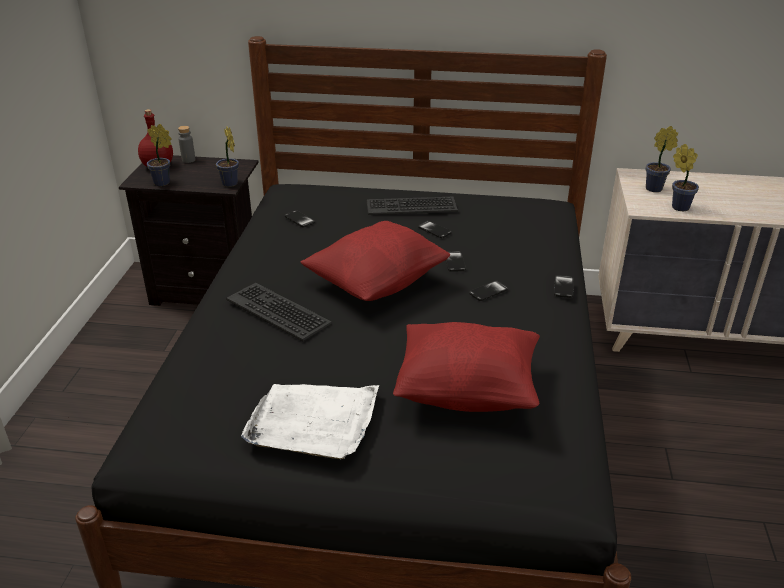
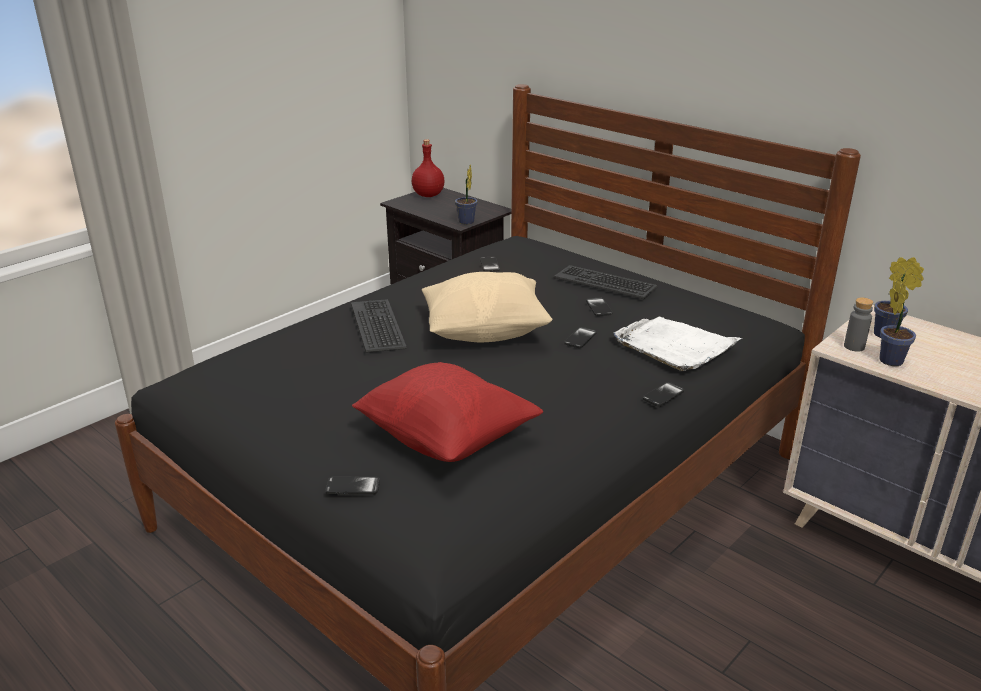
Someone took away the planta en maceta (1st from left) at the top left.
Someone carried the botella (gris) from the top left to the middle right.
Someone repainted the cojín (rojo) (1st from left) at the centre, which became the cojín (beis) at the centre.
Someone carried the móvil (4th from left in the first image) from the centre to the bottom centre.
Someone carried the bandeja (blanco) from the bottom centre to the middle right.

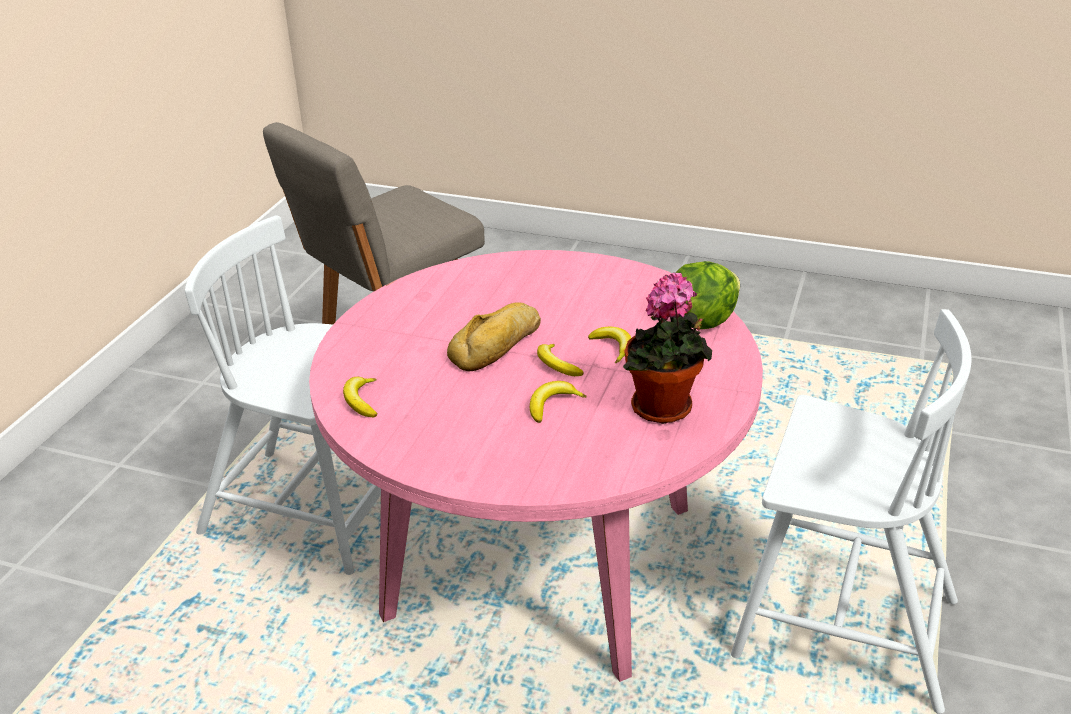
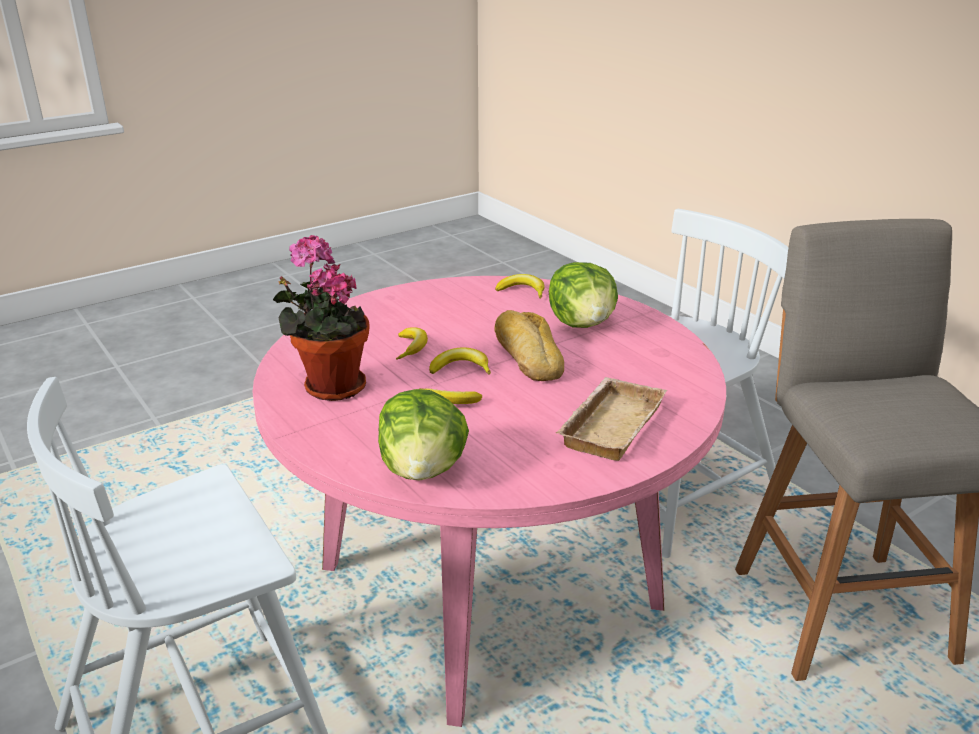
Someone put down the lechuga (2nd from left) at the centre.
Someone put down the bandeja (beis) at the centre.

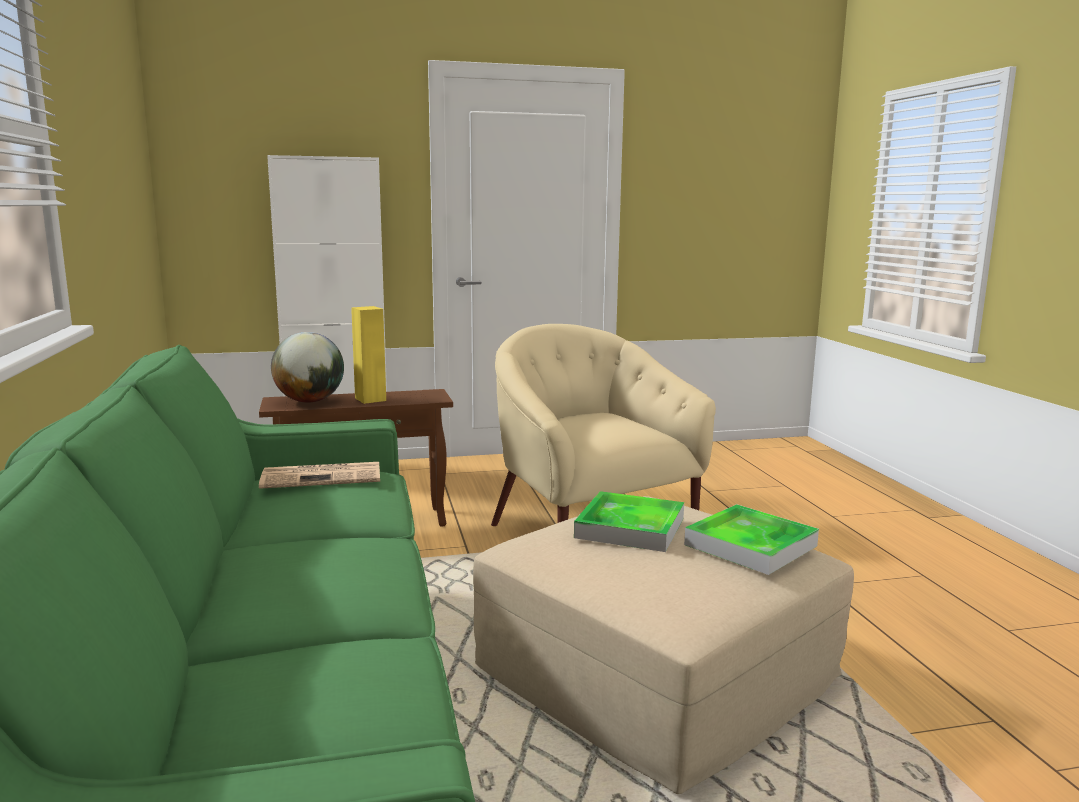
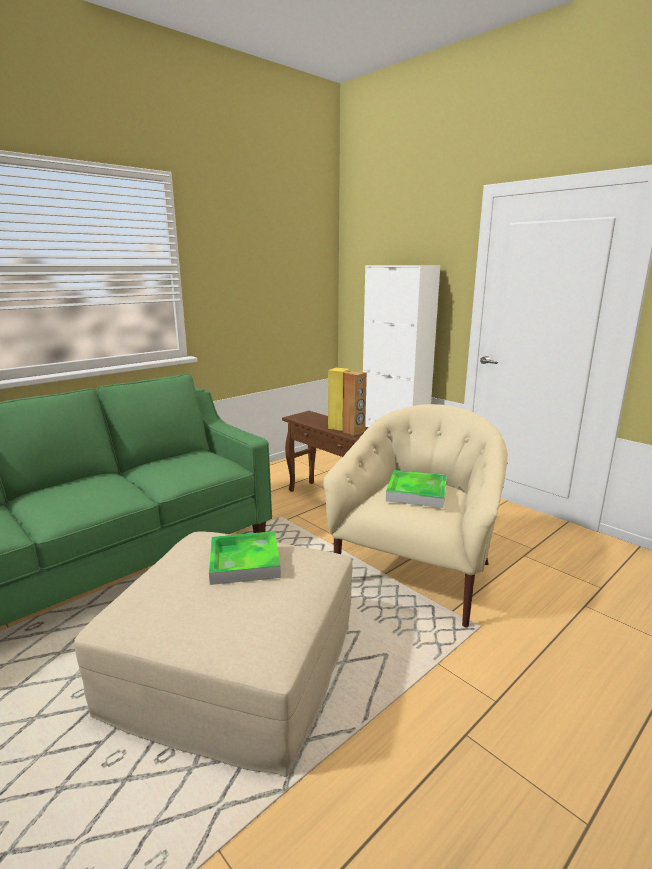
Someone took away the globo terráqueo at the middle left.
Someone took away the periódico at the middle left.
Someone carried the bandeja (2nd from left) from the bottom right to the centre.
Someone put down the altavoz (marrón) at the centre.

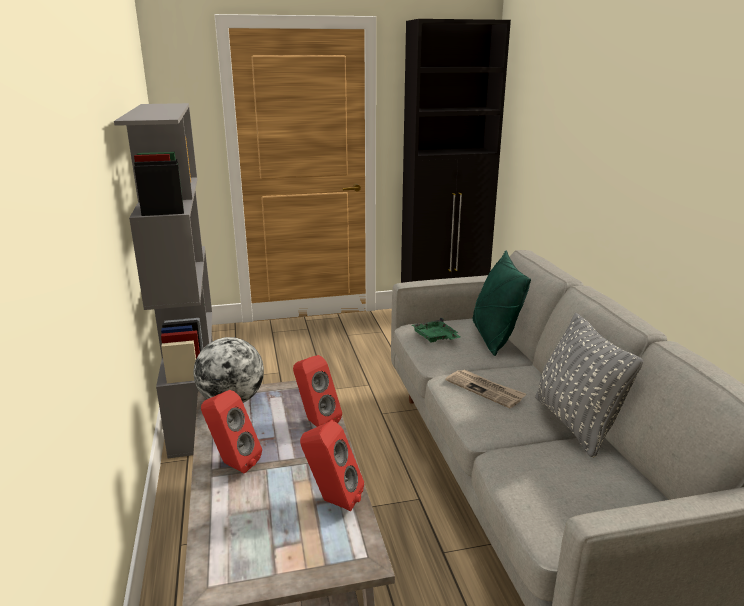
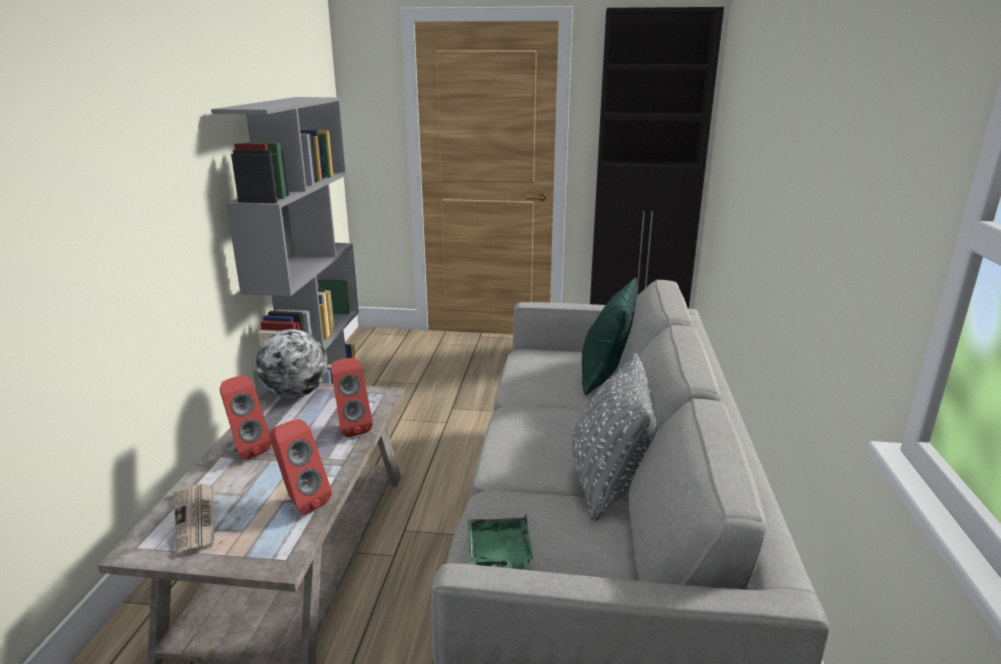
Someone carried the bandeja (verde) from the centre to the bottom centre.
Someone carried the periódico from the centre to the bottom left.

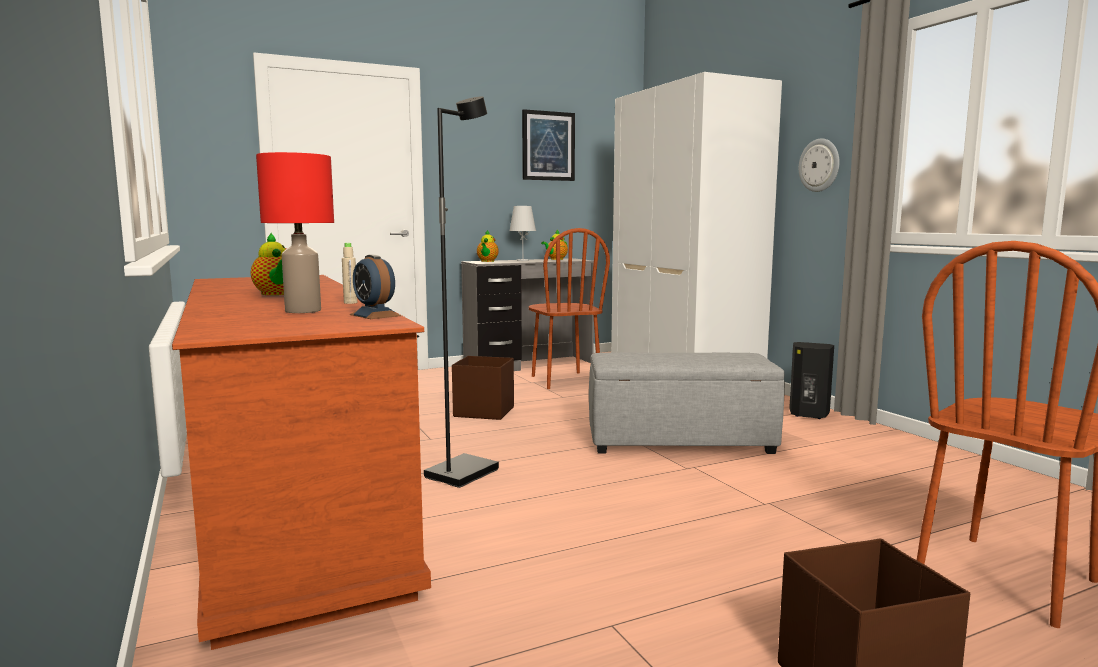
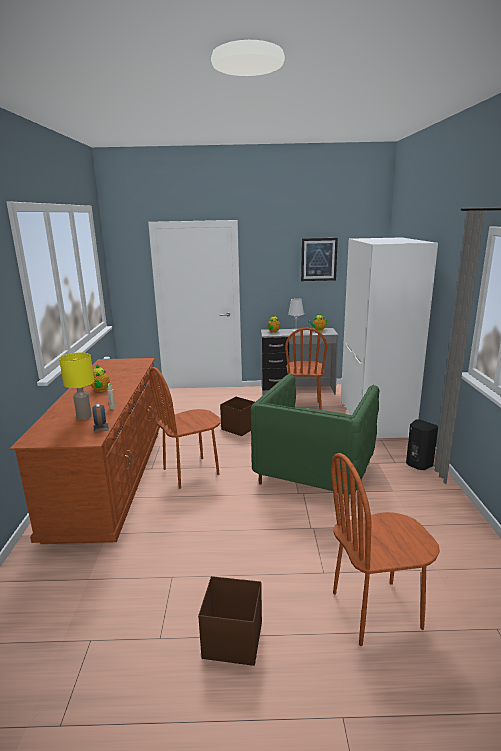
Someone swapped the lámpara de pie (negro) at the centre for the silla (marrón) (1st from left) at the centre.
Someone took away the reloj de pared at the top right.
Someone repainted the lámpara de mesa (rojo) at the middle left, which became the lámpara de mesa (amarillo) at the middle left.
Someone swapped the puf (gris) at the centre for the sillón (verde) at the centre.

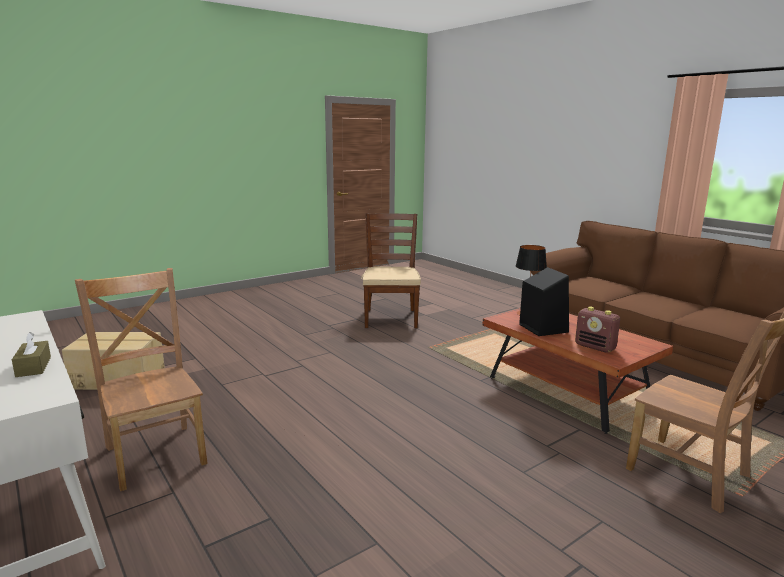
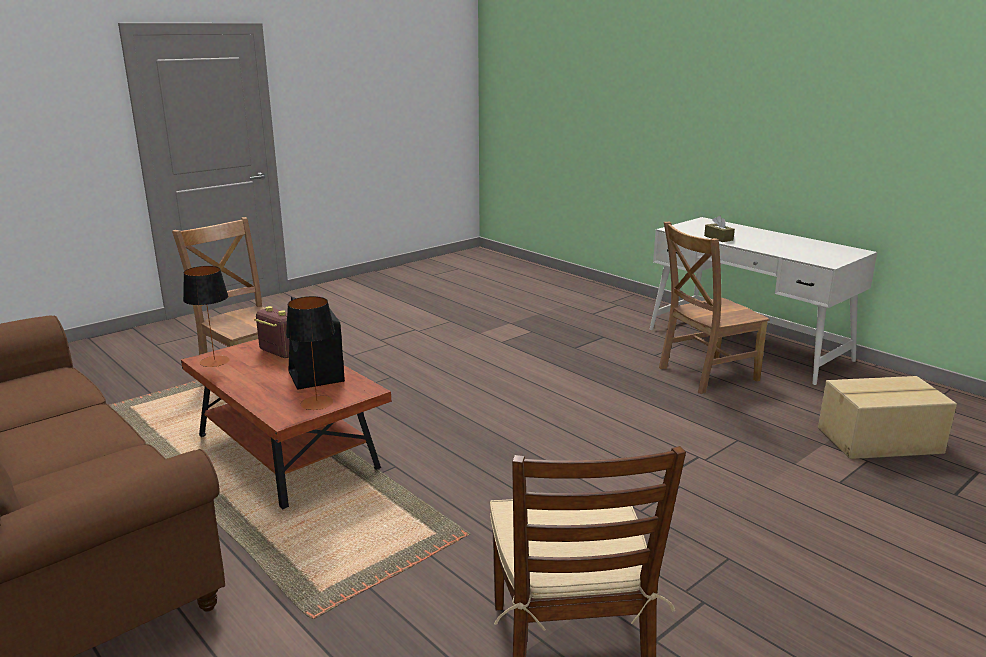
Someone rotated the silla (marrón) (1st from left in the first image) at the middle left by 105 degrees clockwise.
Someone put down the lámpara de mesa (1st from left) at the middle left.

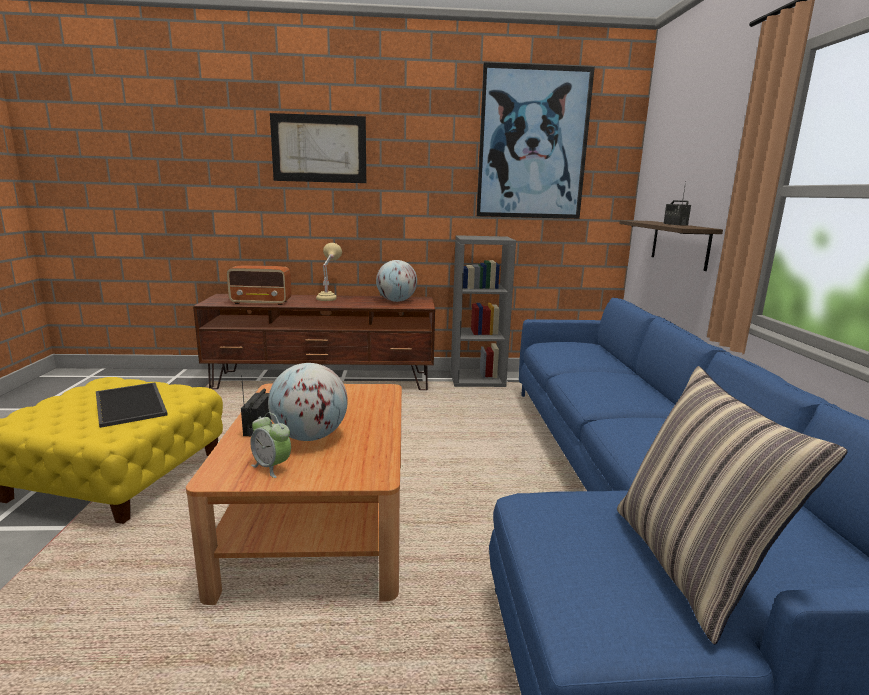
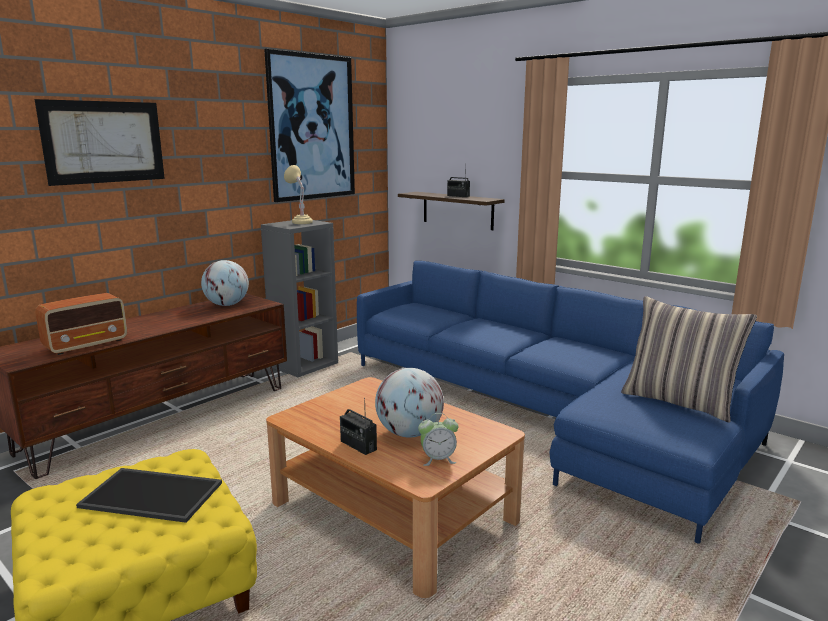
Someone carried the lámpara de mesa (beis) from the centre to the top centre.

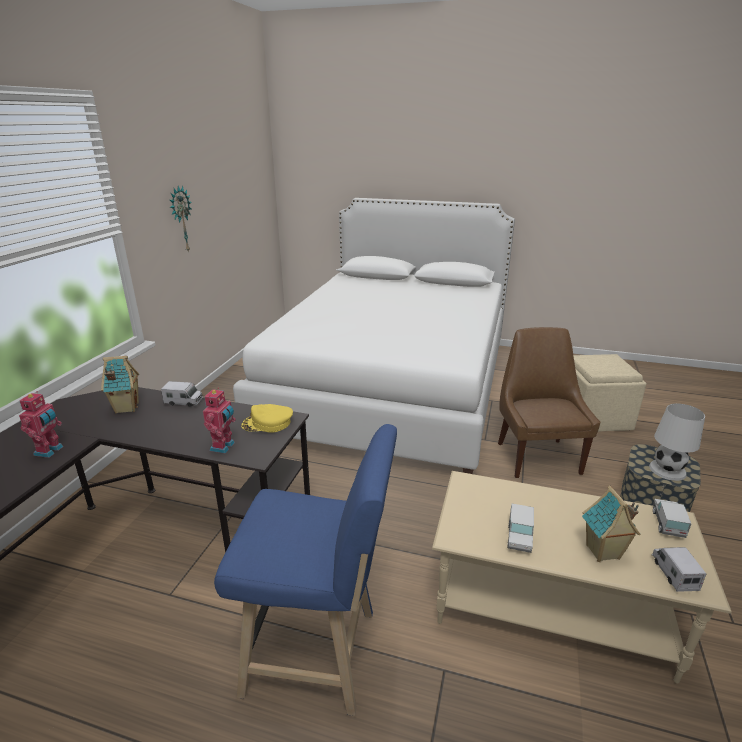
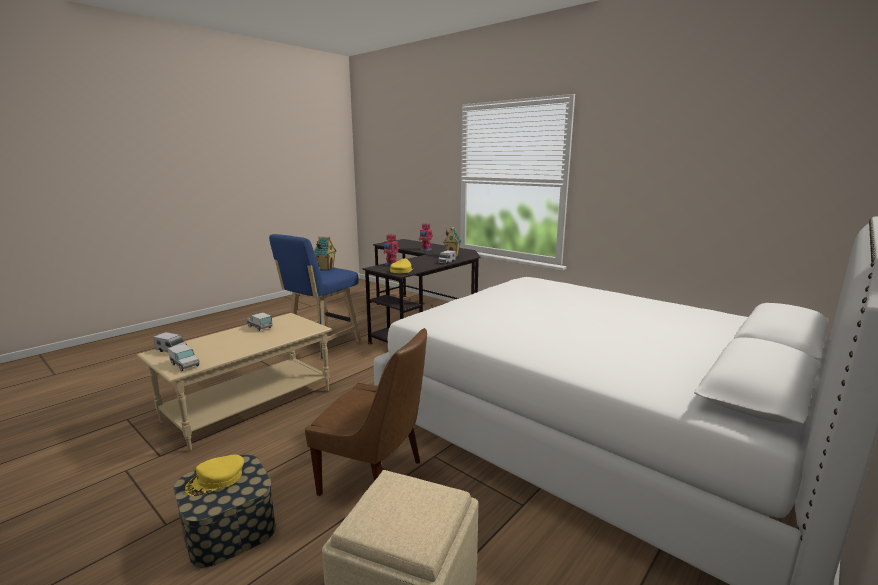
Someone took away the reloj de pared at the top left.
Someone swapped the lámpara de mesa (blanco) at the middle right for the gorra (amarillo) (1st from left) at the bottom left.
Someone carried the casita (2nd from left in the first image) from the bottom right to the centre.

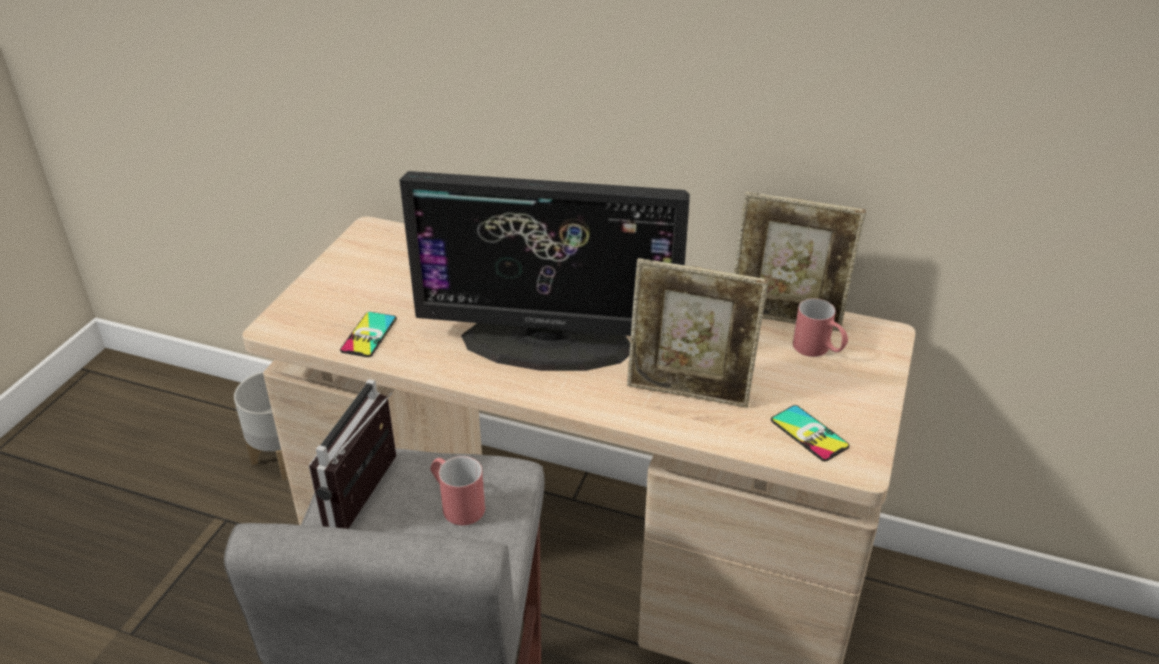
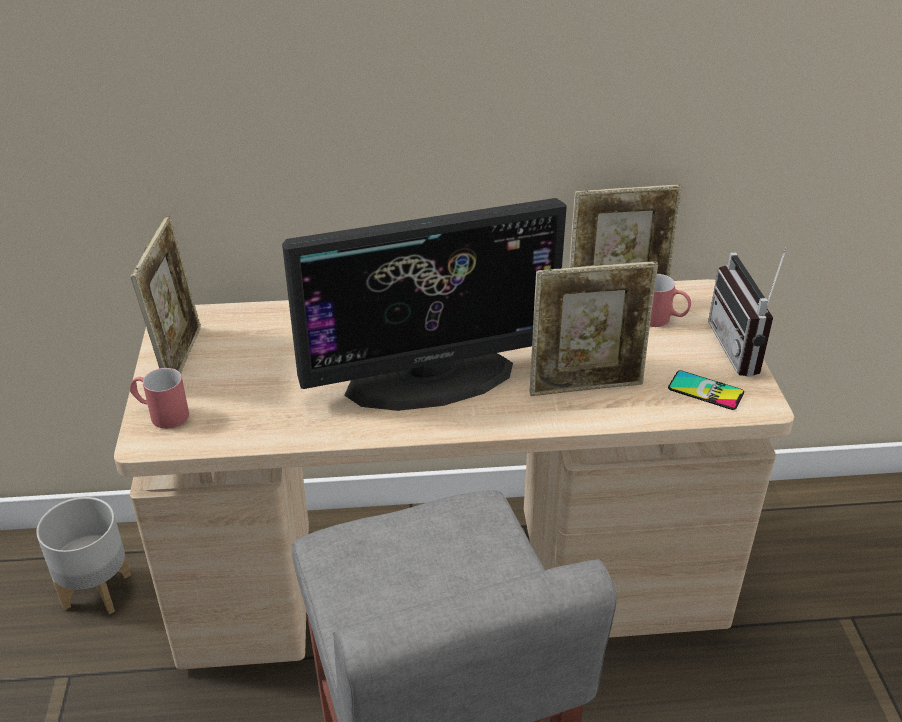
Someone took away the móvil (1st from left) at the middle left.
Someone carried the radio from the bottom left to the middle right.
Someone carried the taza grande (rojo) (1st from left) from the bottom centre to the middle left.
Someone put down the portarretratos (1st from left) at the middle left.

